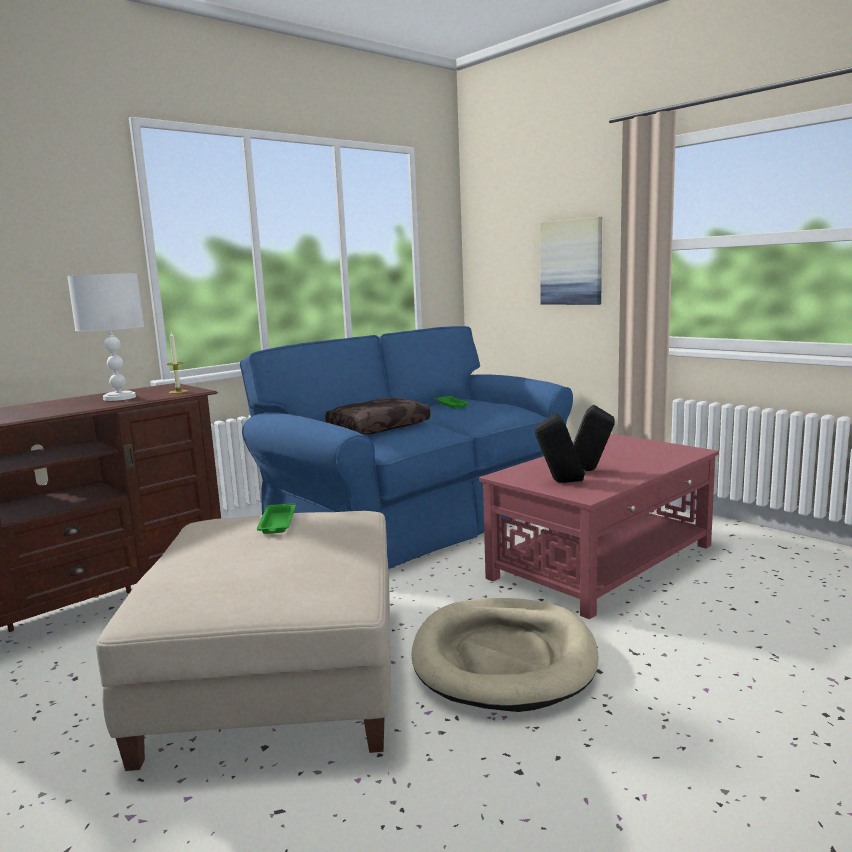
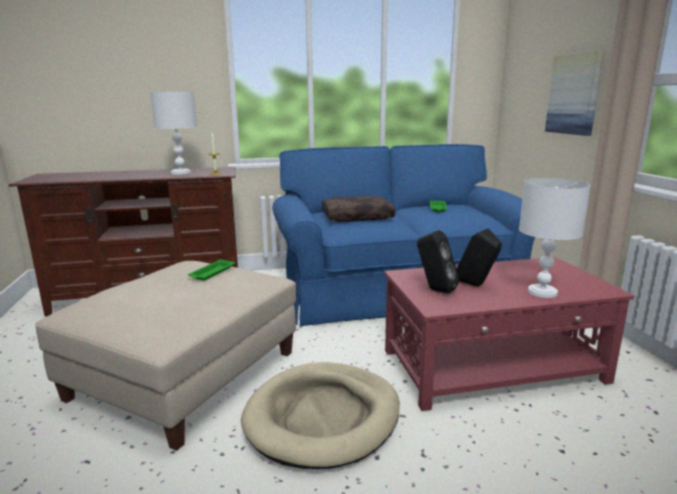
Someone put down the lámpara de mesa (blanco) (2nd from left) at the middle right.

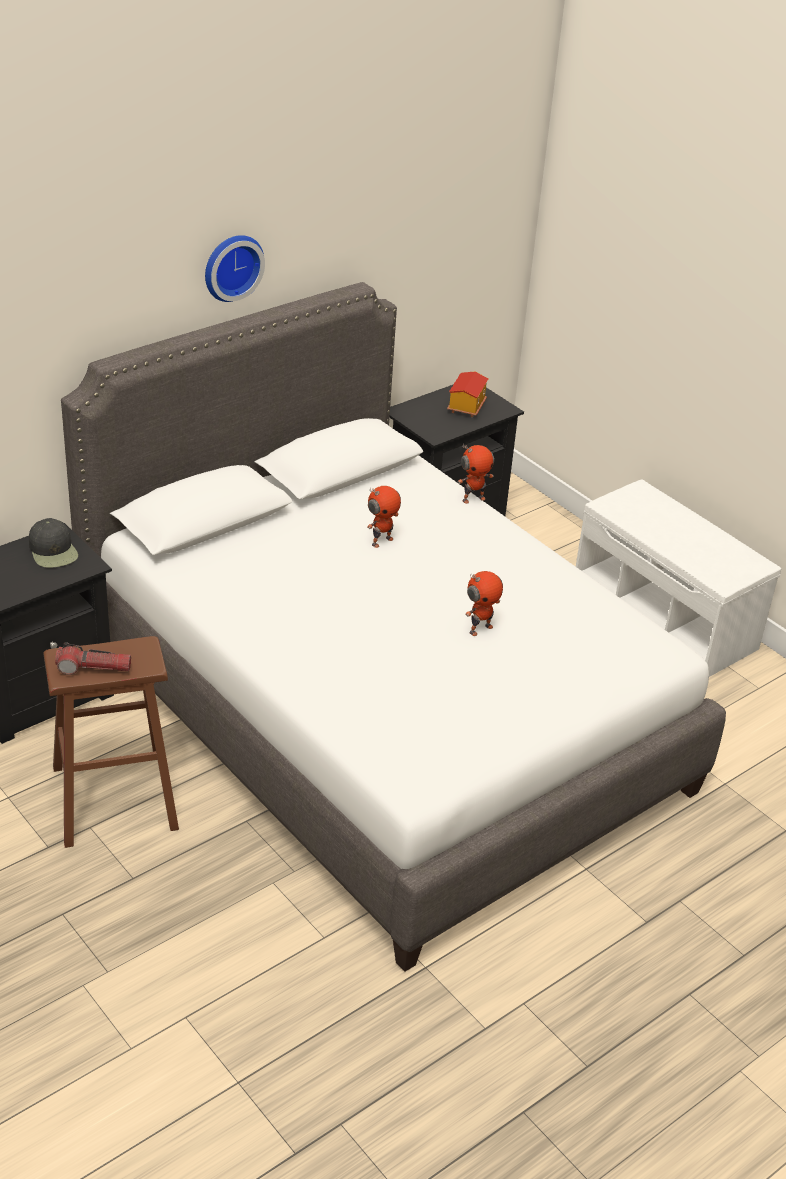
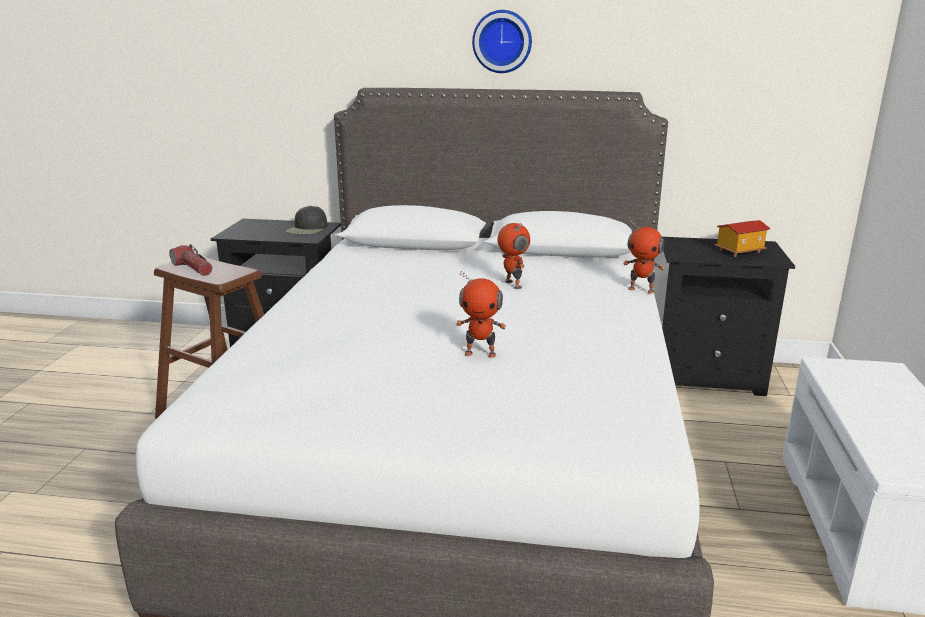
Someone rotated the robot de juguete (1st from left in the first image) at the centre by 120 degrees counterclockwise.

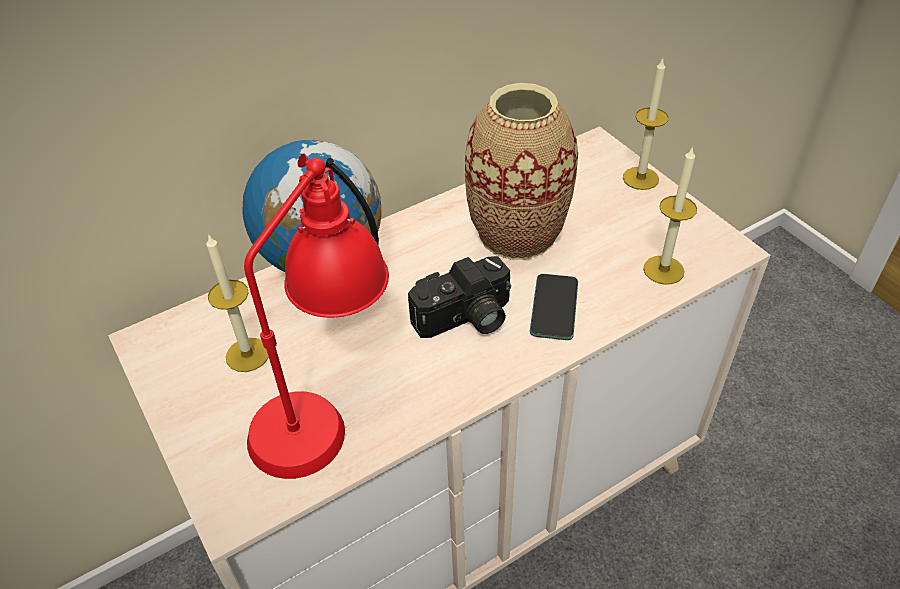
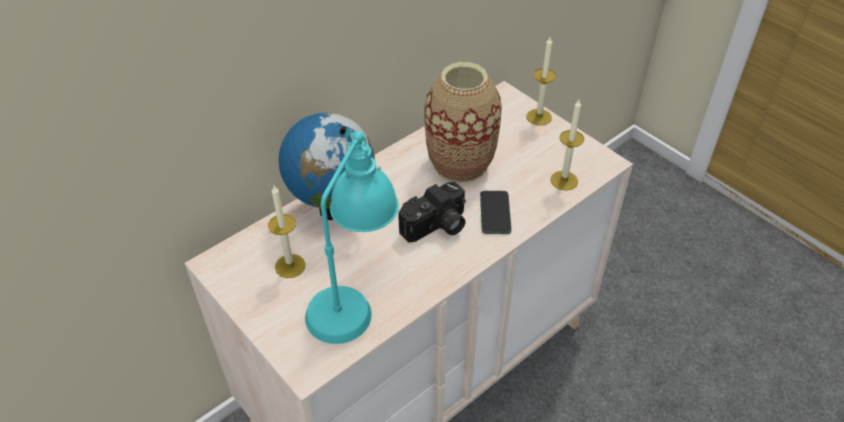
Someone repainted the lámpara de mesa (rojo) at the centre, which became the lámpara de mesa (turquesa) at the centre.

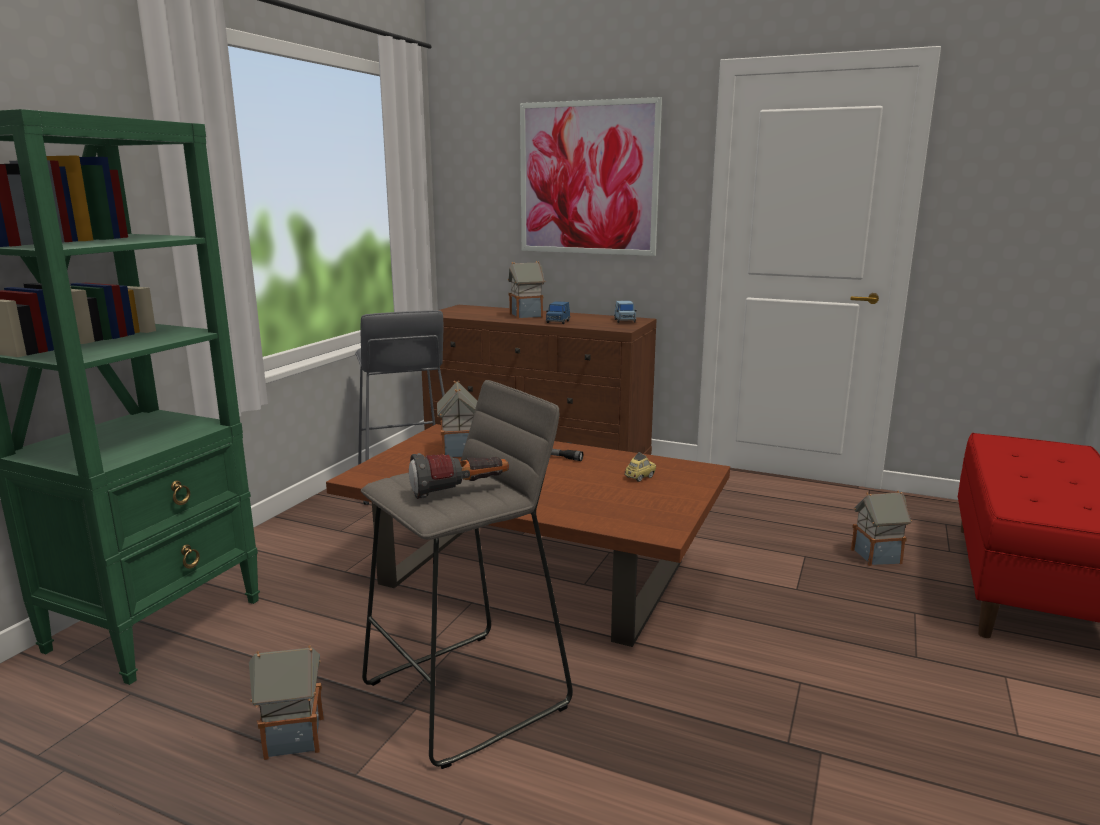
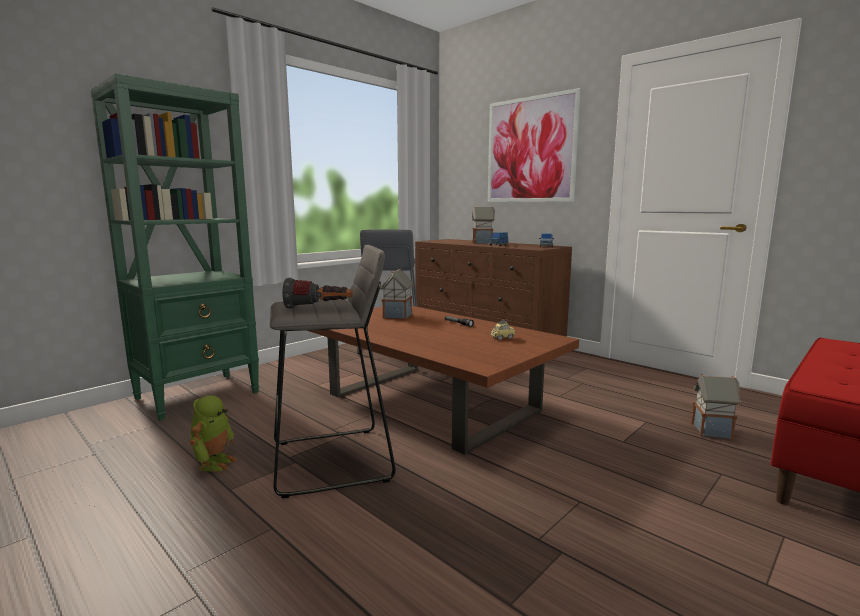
Someone swapped the casita (1st from left) at the bottom left for the robot de juguete at the bottom left.

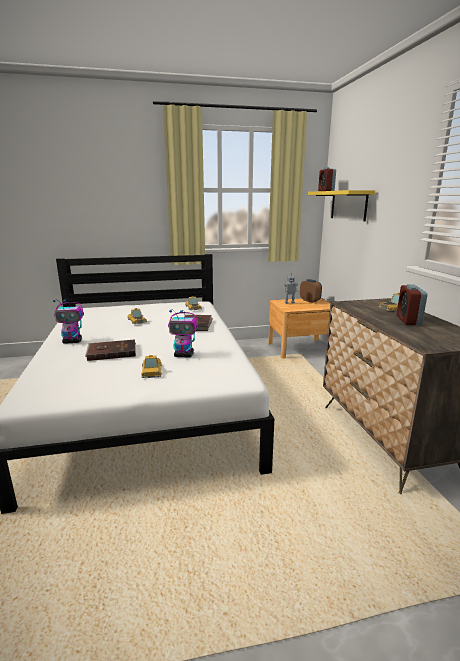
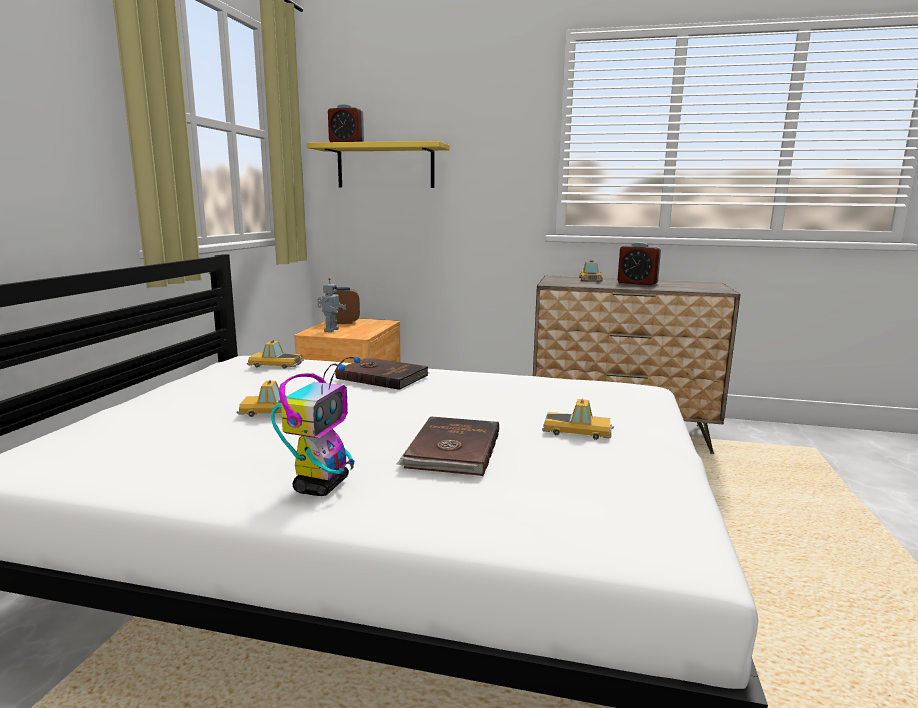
Someone took away the robot de juguete (2nd from left) at the centre.

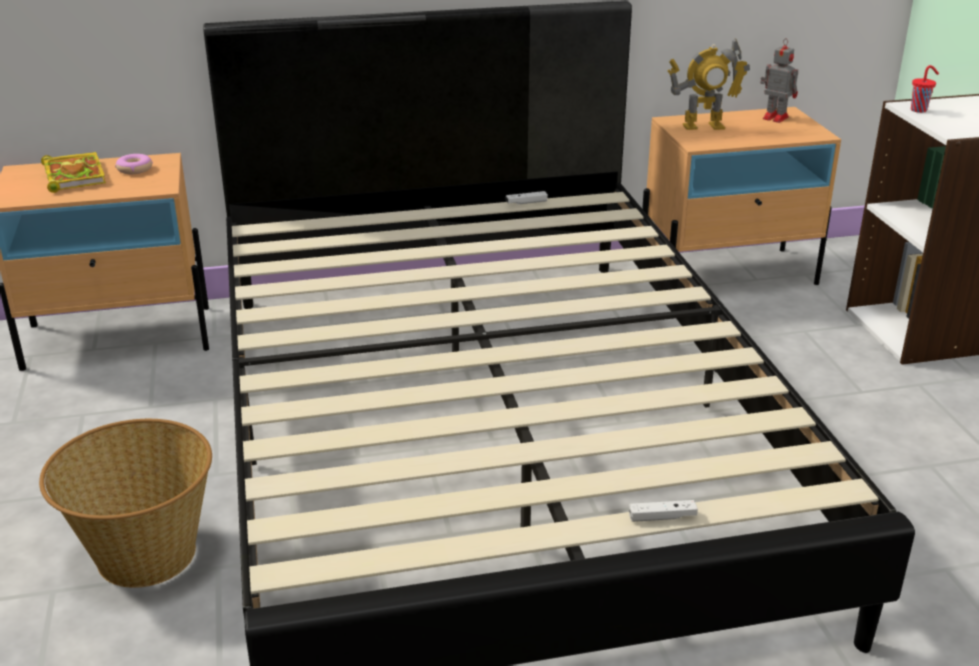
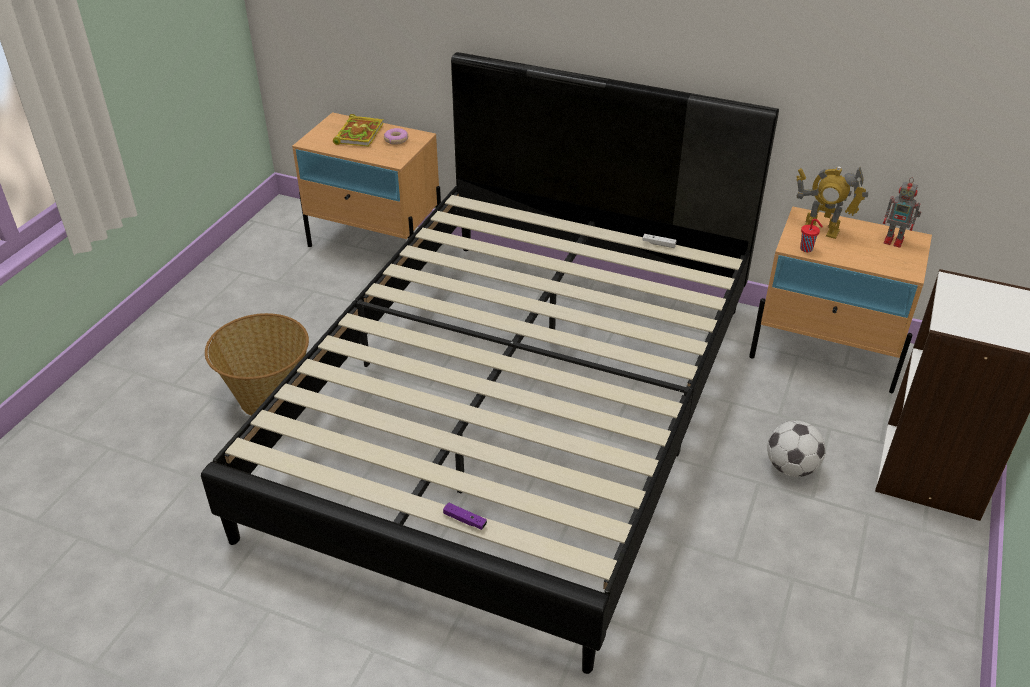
Someone rotated the robot de juguete (2nd from left) at the top right by 135 degrees clockwise.
Someone carried the taza (rojo) from the top right to the middle right.
Someone repainted the mando de consola (blanco) (2nd from left) at the bottom right, which became the mando de consola (morado) at the bottom centre.
Someone put down the balón de fútbol at the middle right.

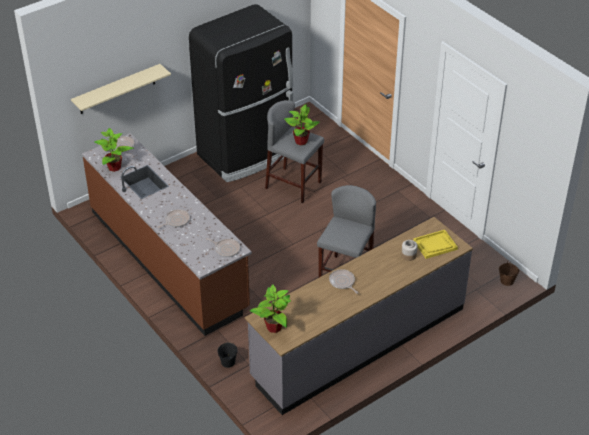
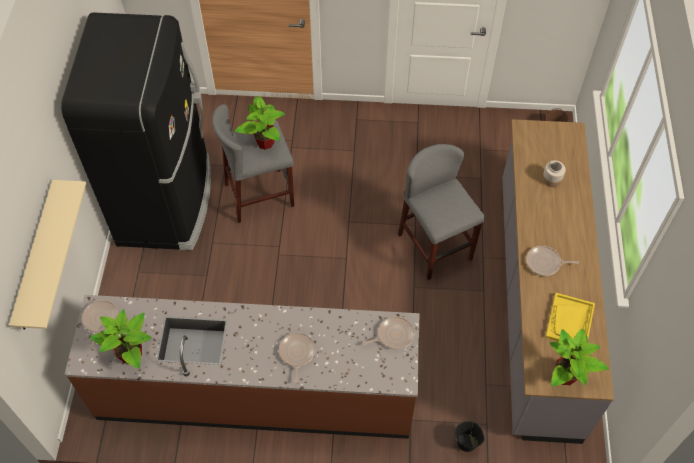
Someone carried the bandeja (amarillo) from the middle right to the bottom right.

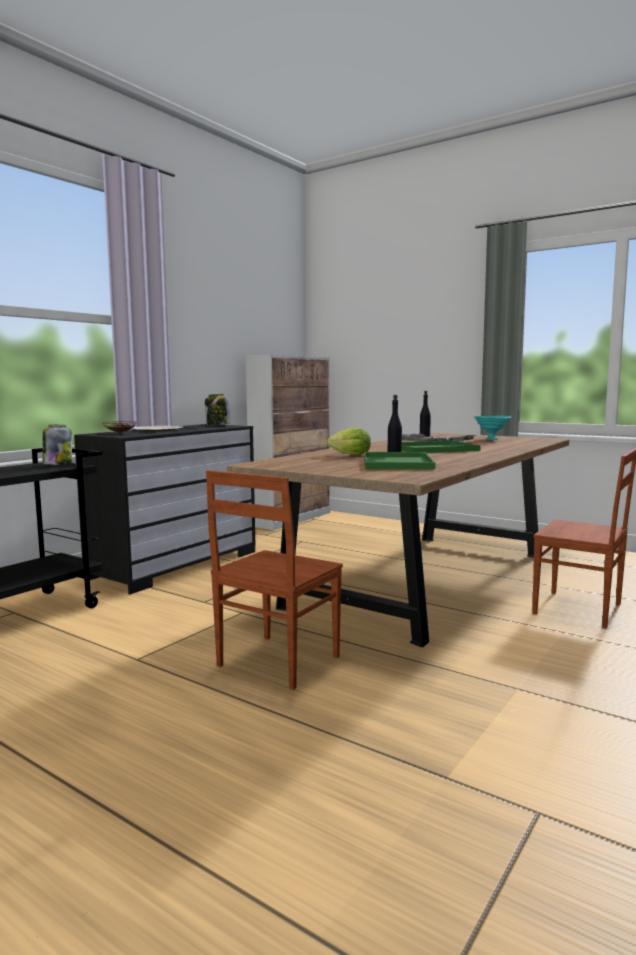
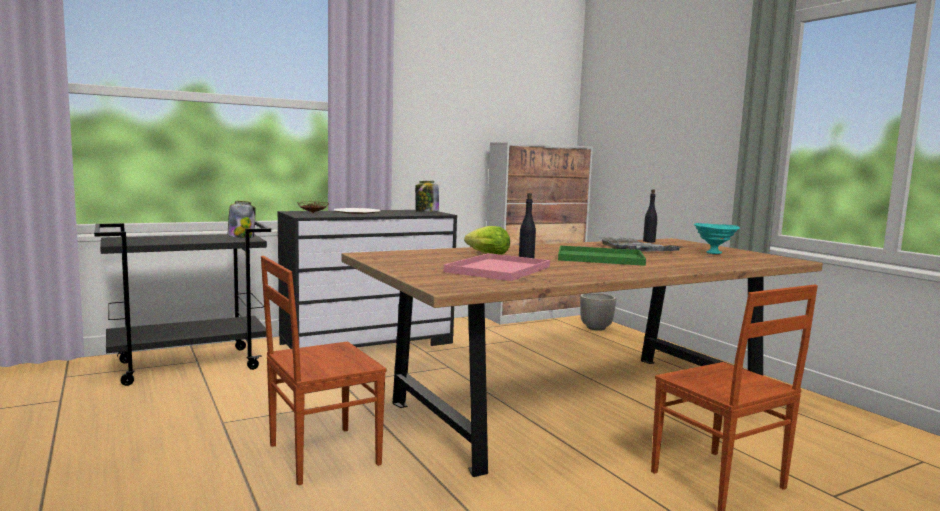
Someone repainted the bandeja (verde) (1st from left) at the centre, which became the bandeja (rosa) at the centre.
Someone put down the maceta at the centre.

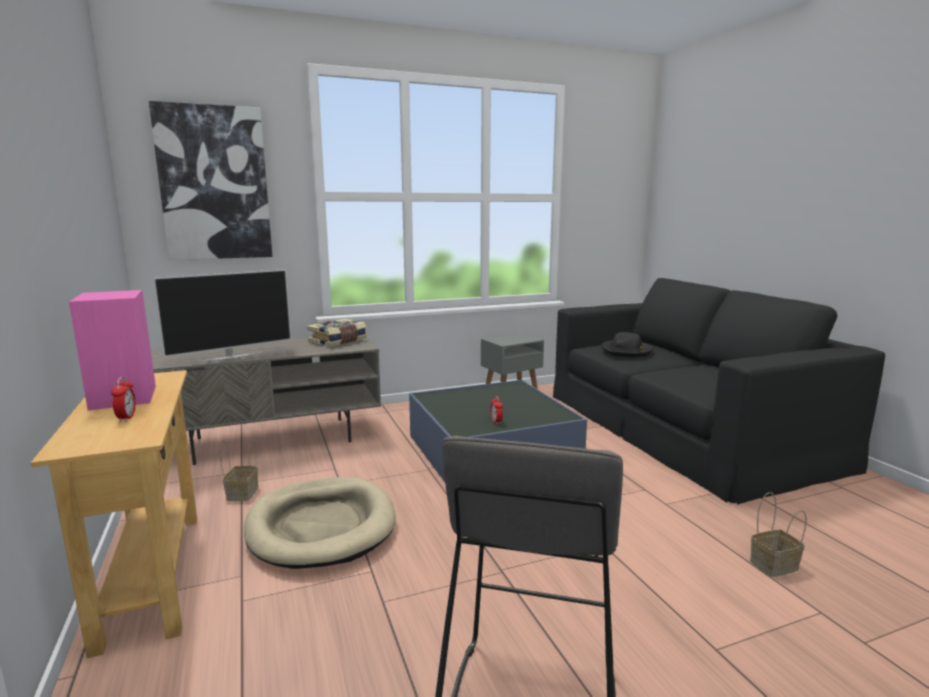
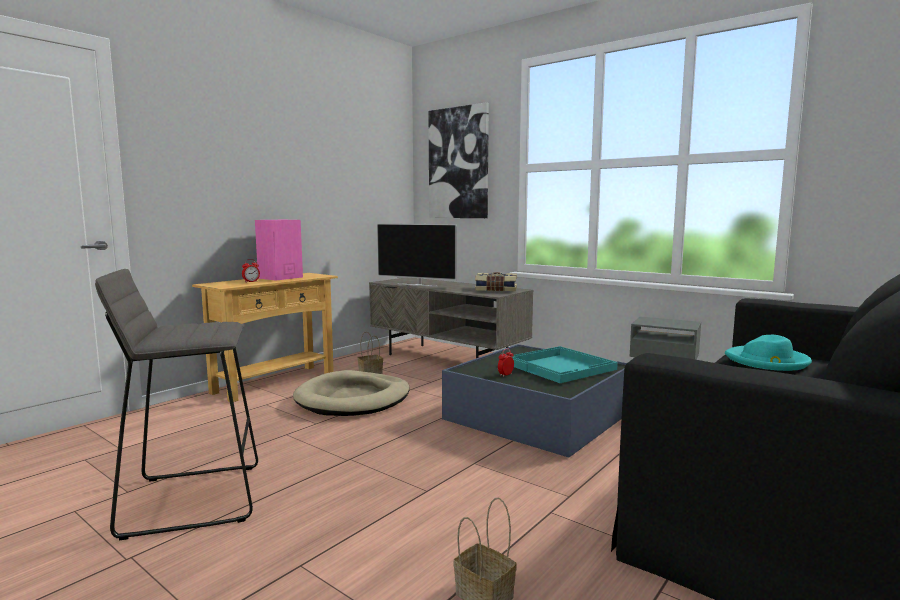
Someone repainted the sombrero (negro) at the middle right, which became the sombrero (turquesa) at the middle right.
Someone put down the bandeja (turquesa) at the centre.

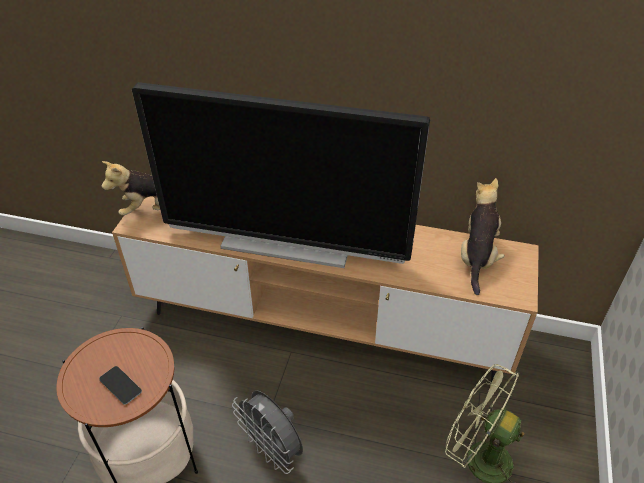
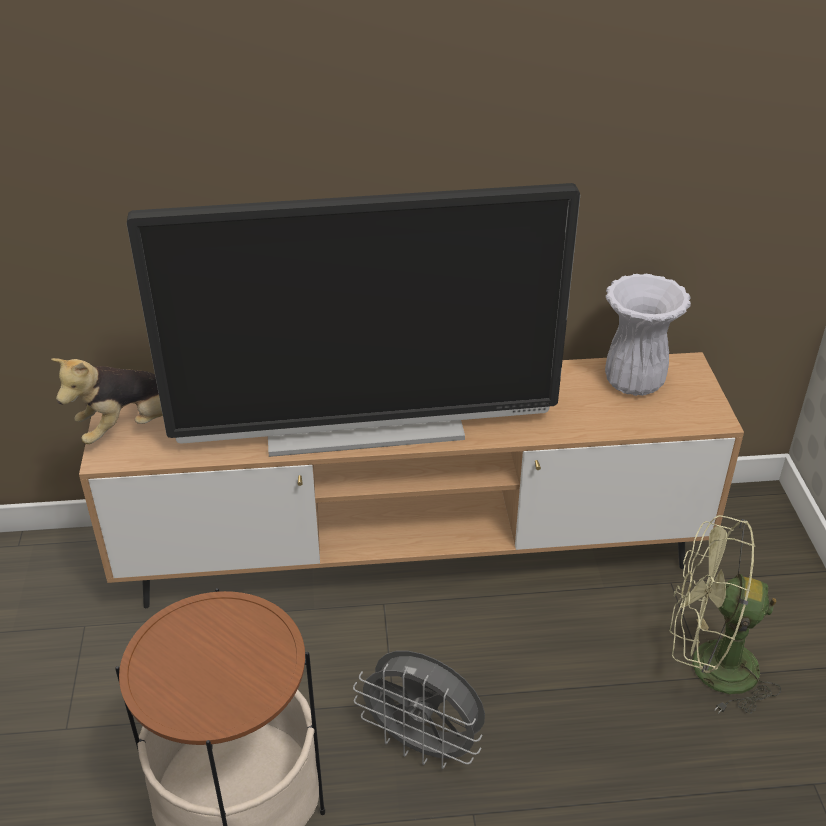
Someone swapped the peluche (2nd from left) at the middle right for the florero (blanco) at the middle right.
Someone took away the móvil at the bottom left.

